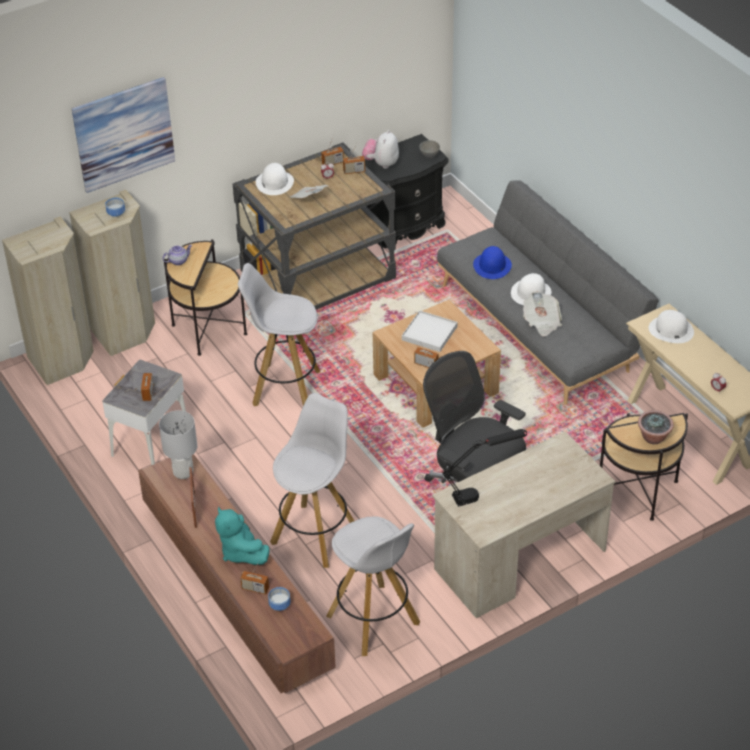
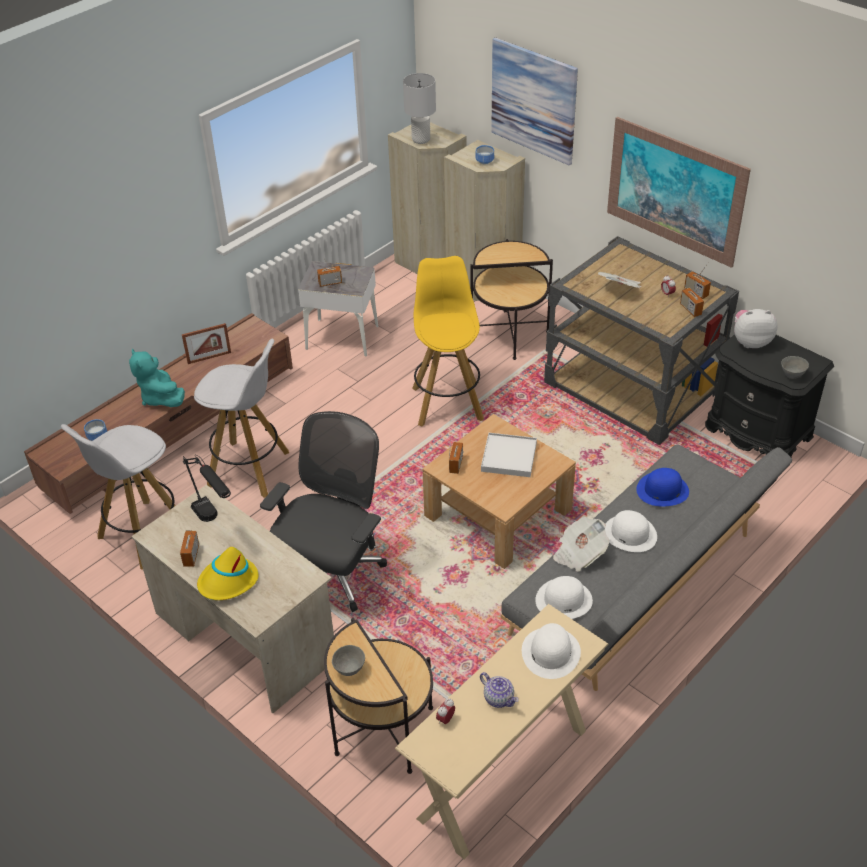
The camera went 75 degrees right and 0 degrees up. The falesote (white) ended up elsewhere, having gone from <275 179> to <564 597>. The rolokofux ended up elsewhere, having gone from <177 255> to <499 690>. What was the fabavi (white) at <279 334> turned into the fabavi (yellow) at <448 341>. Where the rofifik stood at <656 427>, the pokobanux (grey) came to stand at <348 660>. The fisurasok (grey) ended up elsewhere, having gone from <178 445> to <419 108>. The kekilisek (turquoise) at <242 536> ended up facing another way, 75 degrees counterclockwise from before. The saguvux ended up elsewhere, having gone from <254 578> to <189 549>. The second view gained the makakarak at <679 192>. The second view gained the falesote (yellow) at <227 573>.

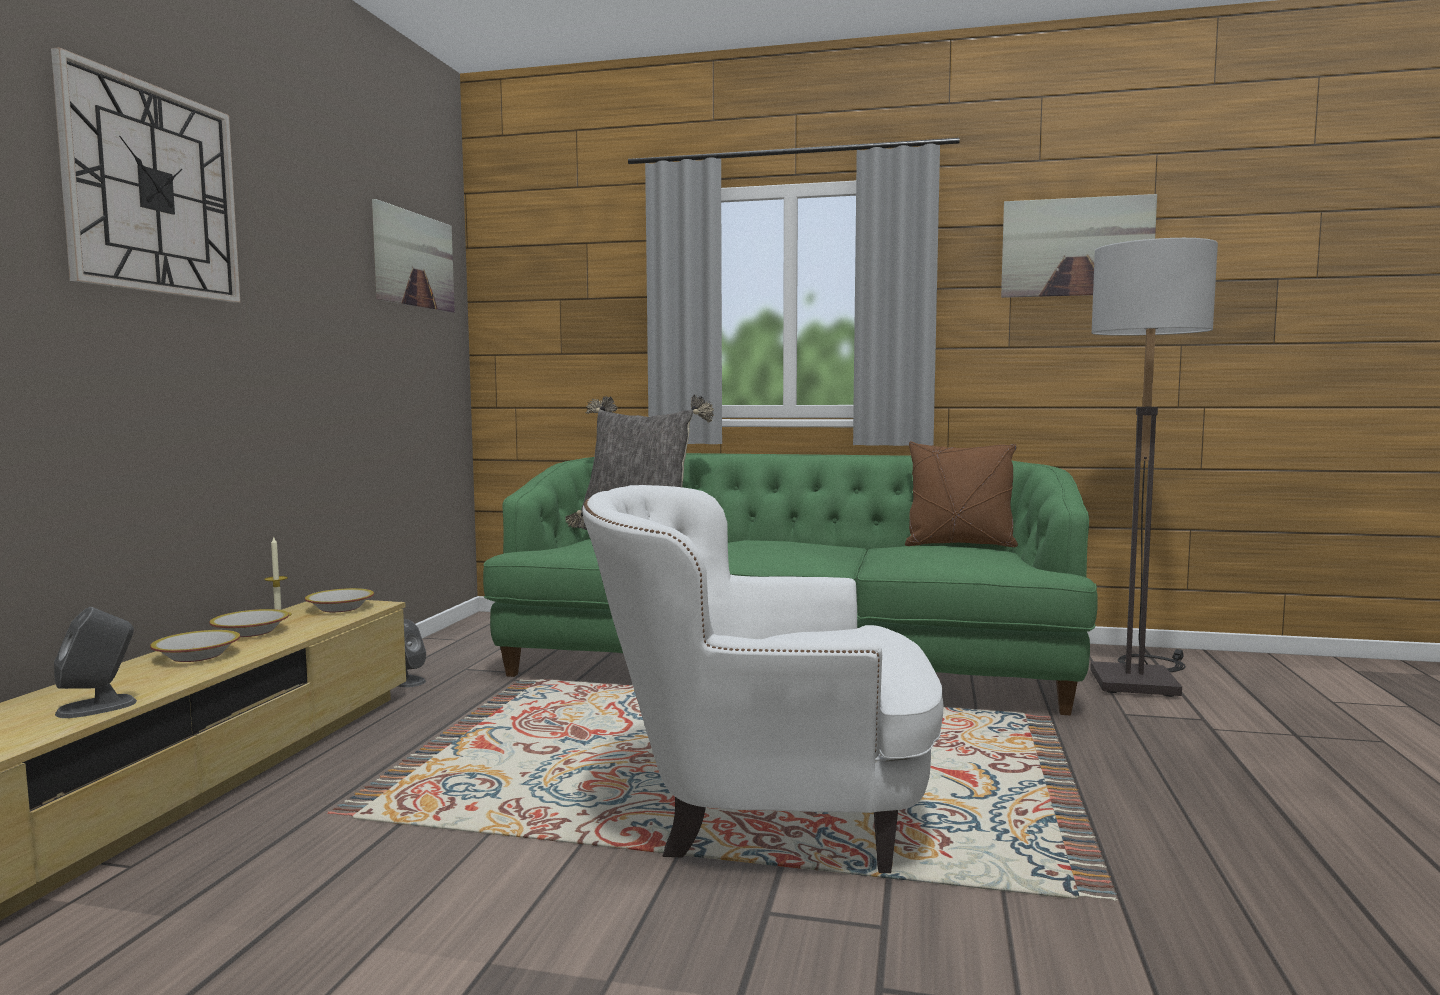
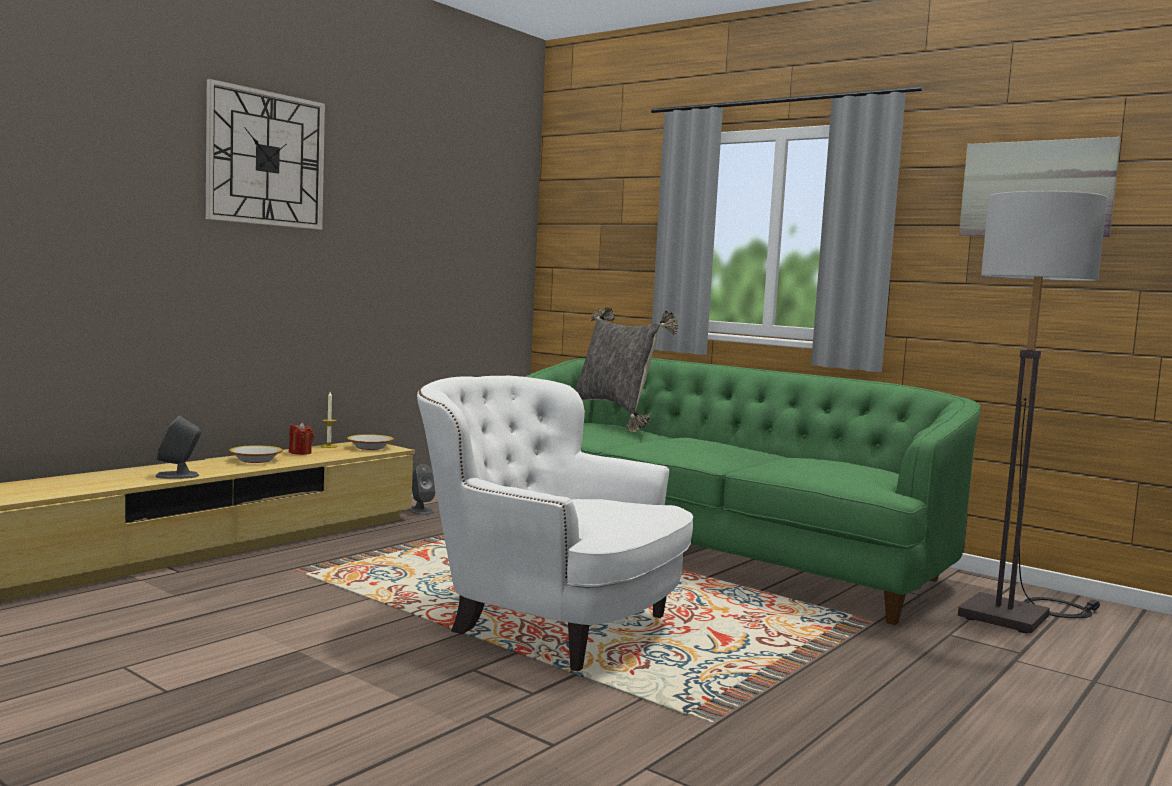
The camera went 25 degrees right and 0 degrees up. The second view lost the makakarak at <413 256>. The second view lost the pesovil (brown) at <961 494>. Where the pokobanux stood at <249 623>, the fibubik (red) came to stand at <301 438>.

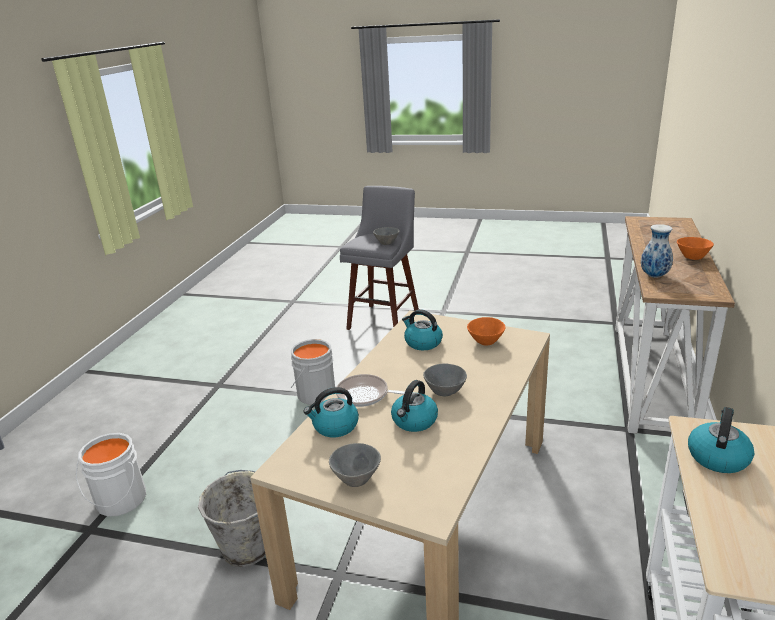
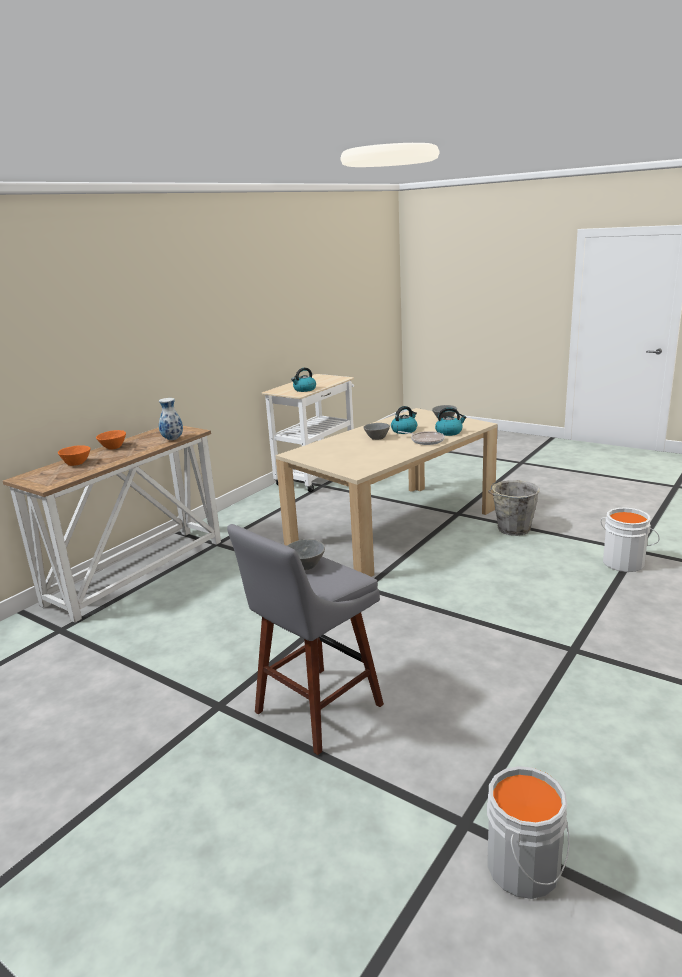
The camera went 160 degrees left and 5 degrees down. The second view lost the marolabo at <422 329>. The pokobanux (orange) ended up elsewhere, having gone from <486 331> to <74 455>. The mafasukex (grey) ended up elsewhere, having gone from <313 372> to <528 832>.

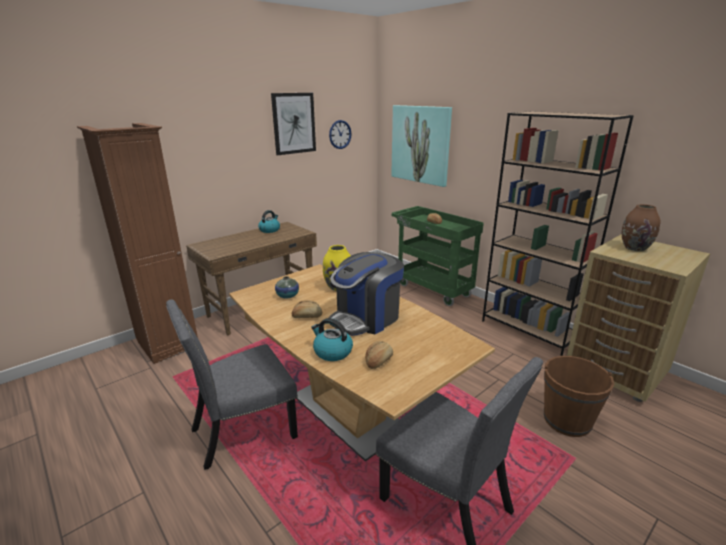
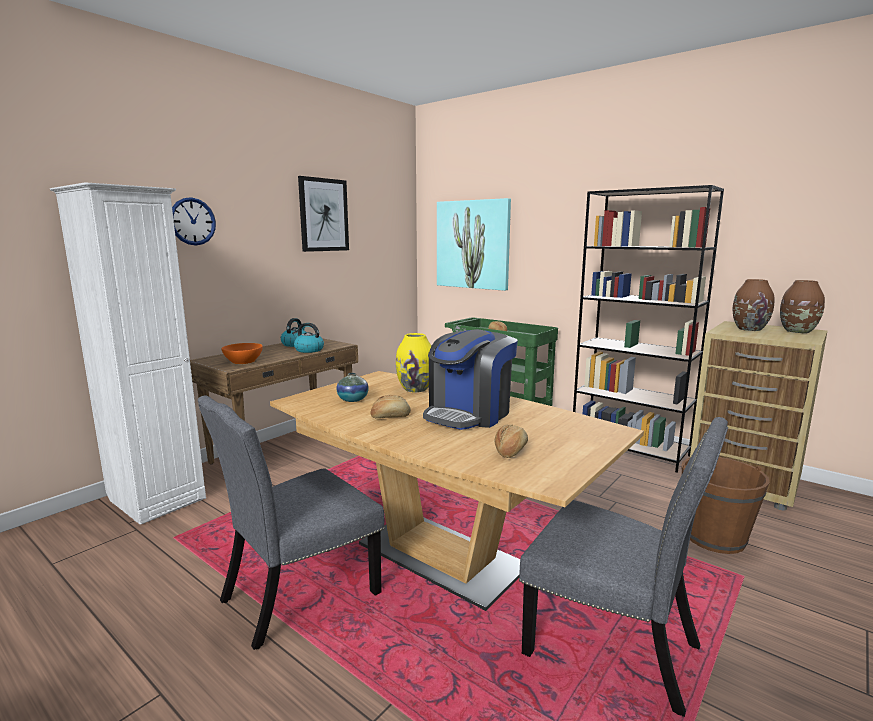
The camera went 10 degrees left and 10 degrees down. The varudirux ended up elsewhere, having gone from <340 134> to <194 221>. What was the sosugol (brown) at <137 243> turned into the sosugol (white) at <128 354>. The marolabo ended up elsewhere, having gone from <332 339> to <308 338>. The second view gained the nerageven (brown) at <802 306>. The second view gained the pokobanux (orange) at <242 353>.

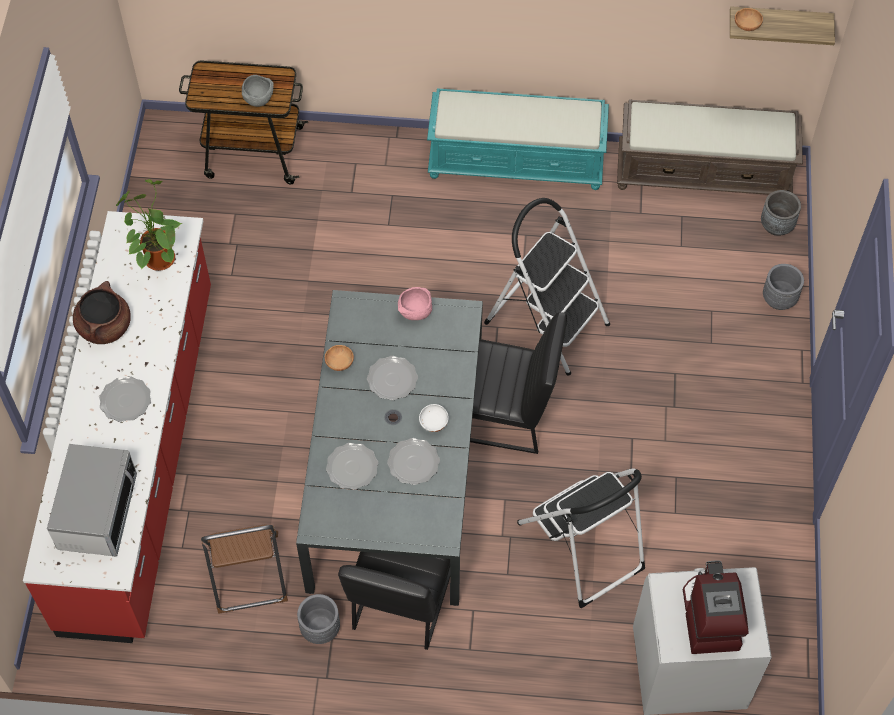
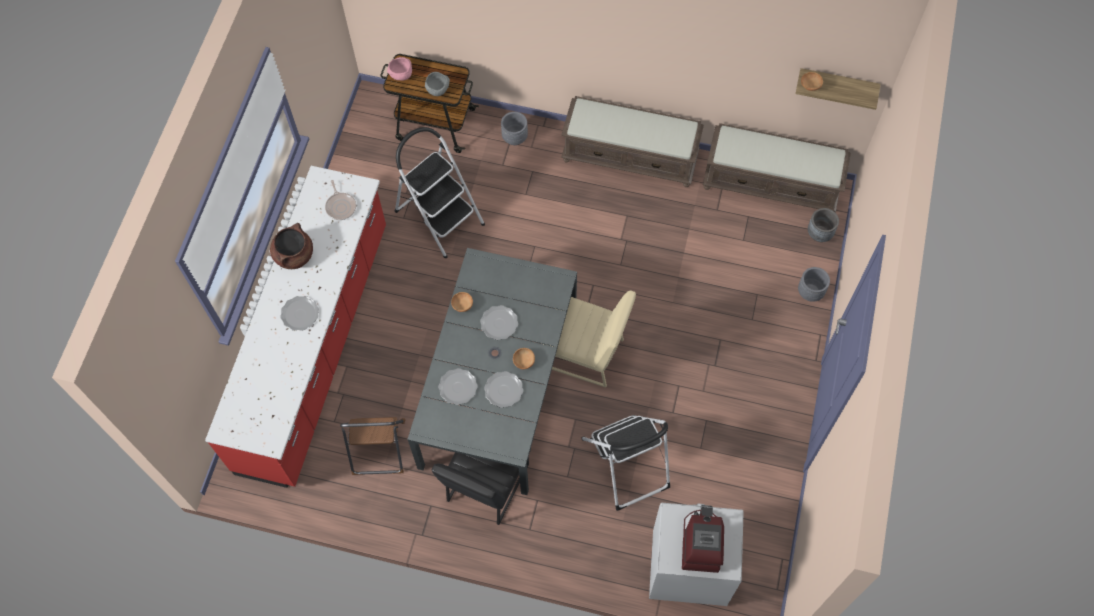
The camera went 10 degrees right and 5 degrees up. What was the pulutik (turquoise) at <518 139> turned into the pulutik (brown) at <632 141>. Where the rofifik stood at <149 225>, the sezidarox came to stand at <340 200>. The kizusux ended up elsewhere, having gone from <547 286> to <440 192>. The pokobanux (pink) ended up elsewhere, having gone from <415 303> to <399 68>. What was the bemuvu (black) at <508 383> turned into the bemuvu (beige) at <590 339>. What was the pokobanux (white) at <434 418> turned into the pokobanux (brown) at <524 358>. The second view lost the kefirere at <92 500>. The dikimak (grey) ended up elsewhere, having gone from <318 619> to <514 128>.

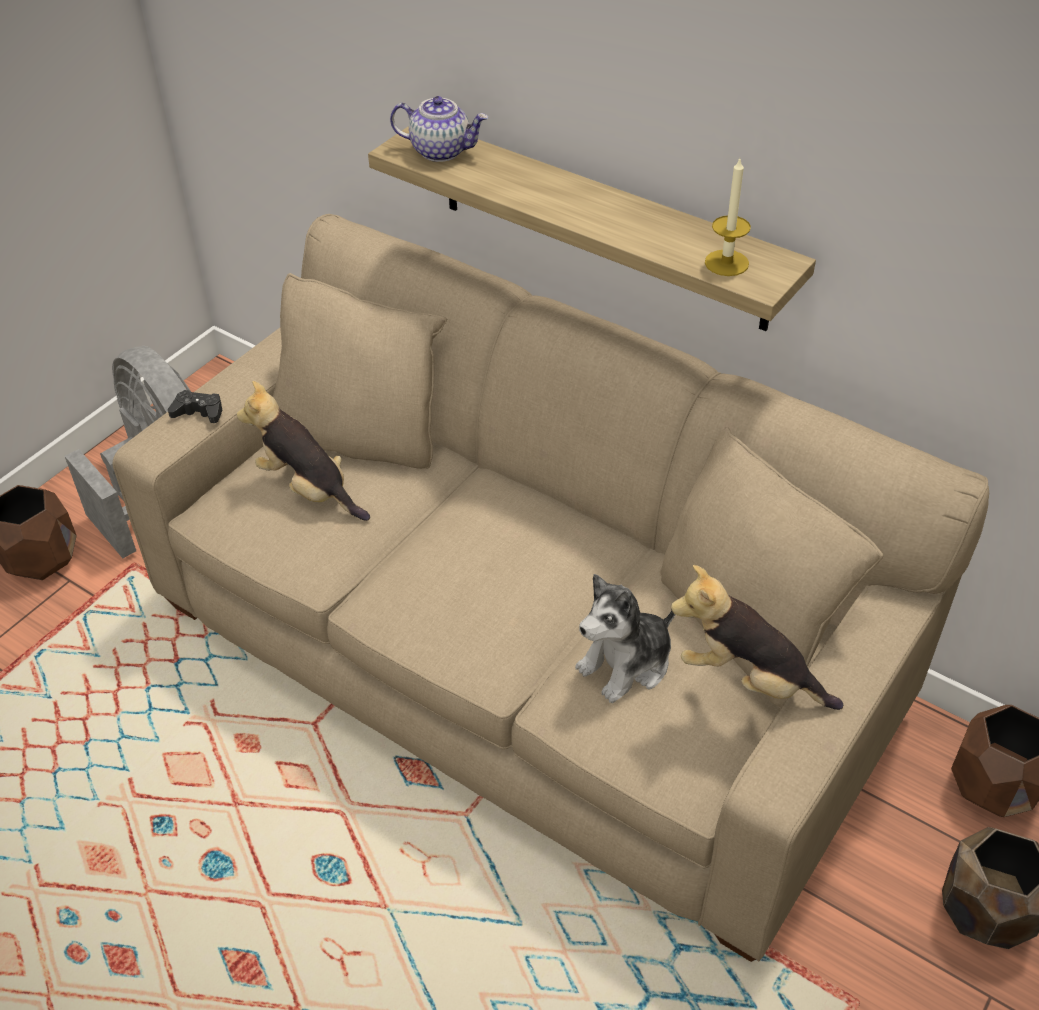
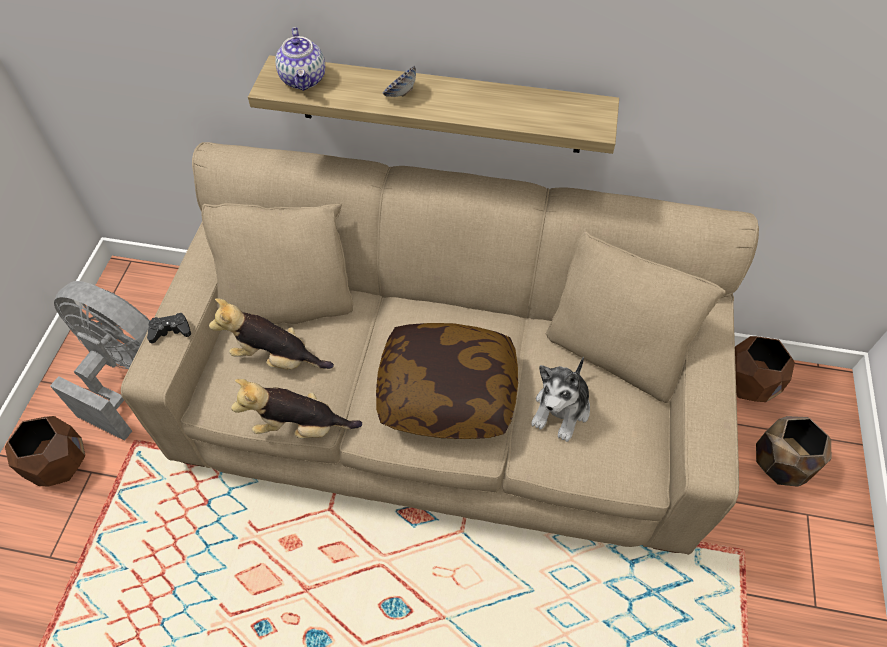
The camera went 25 degrees left and 10 degrees up. The rolokofux at <439 129> ended up facing another way, 90 degrees clockwise from before. The second view lost the fibubik at <728 217>. The kekilisek ended up elsewhere, having gone from <757 637> to <296 408>. The second view gained the pokobanux at <399 81>. The second view gained the pesovil at <447 381>.

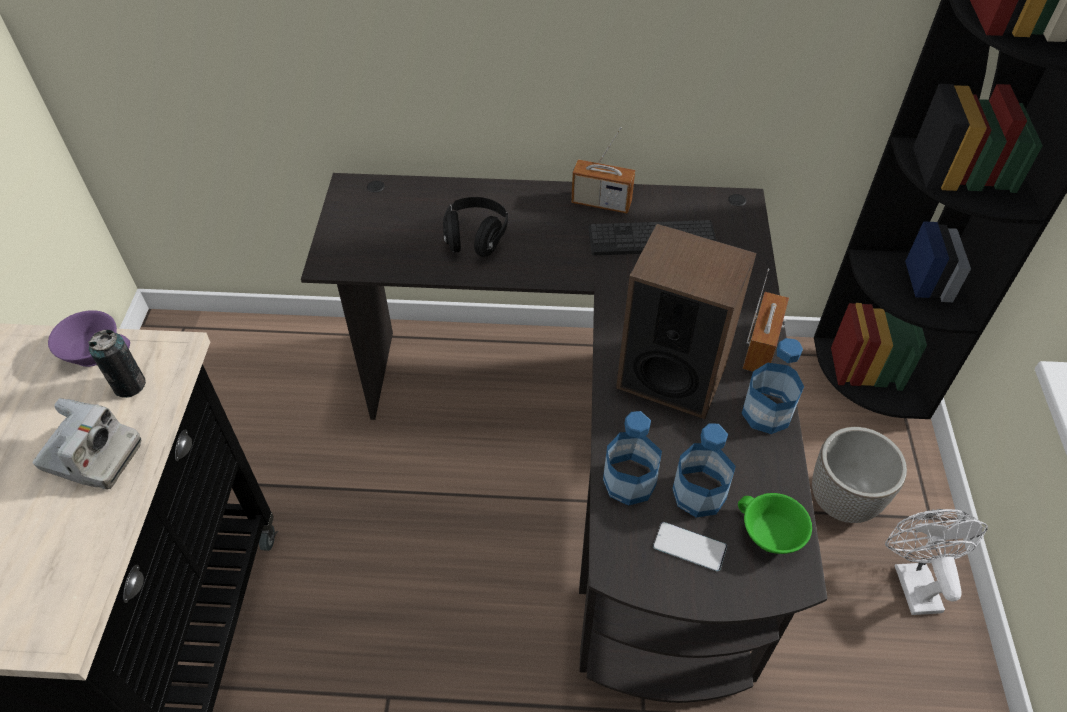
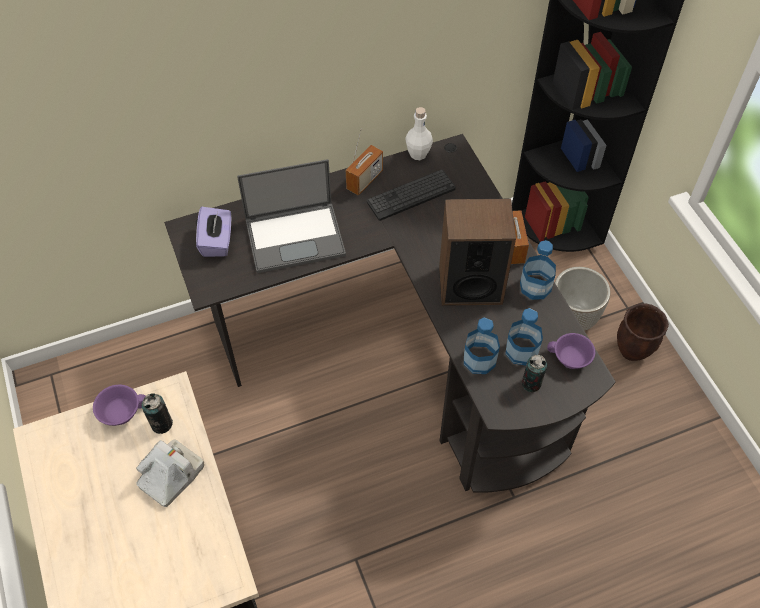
The camera went 25 degrees left and 5 degrees up. The saguvux at <603 170> ended up facing another way, 45 degrees counterclockwise from before. Where the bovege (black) stood at <475 227>, the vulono came to stand at <291 216>. The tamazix at <87 443> ended up facing another way, 45 degrees counterclockwise from before. What was the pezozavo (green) at <775 523> turned into the pezozavo (purple) at <571 351>. Where the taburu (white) stood at <936 562>, the dikimak (brown) came to stand at <643 332>. Where the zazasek stood at <690 547>, the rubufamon came to stand at <534 373>. The second view gained the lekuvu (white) at <419 133>. The second view gained the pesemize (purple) at <213 232>.

